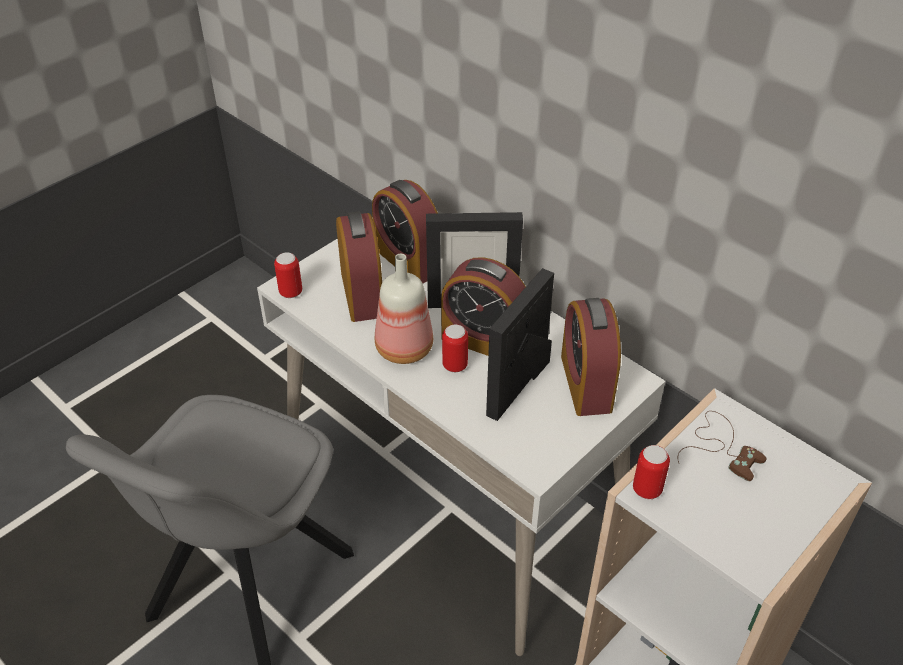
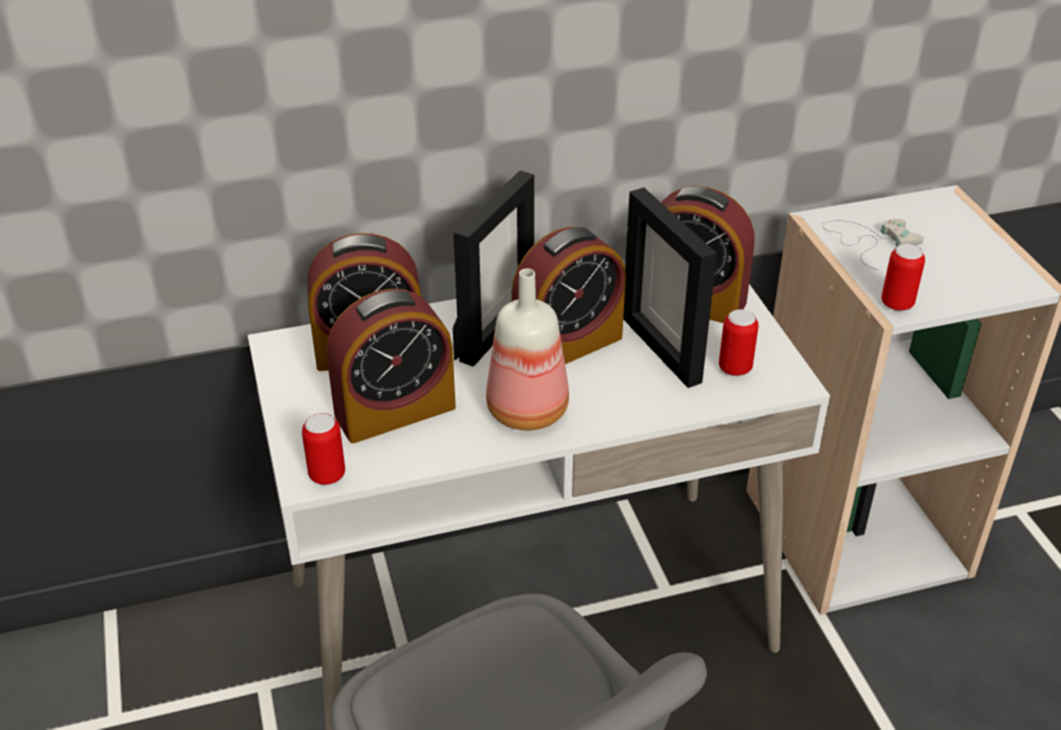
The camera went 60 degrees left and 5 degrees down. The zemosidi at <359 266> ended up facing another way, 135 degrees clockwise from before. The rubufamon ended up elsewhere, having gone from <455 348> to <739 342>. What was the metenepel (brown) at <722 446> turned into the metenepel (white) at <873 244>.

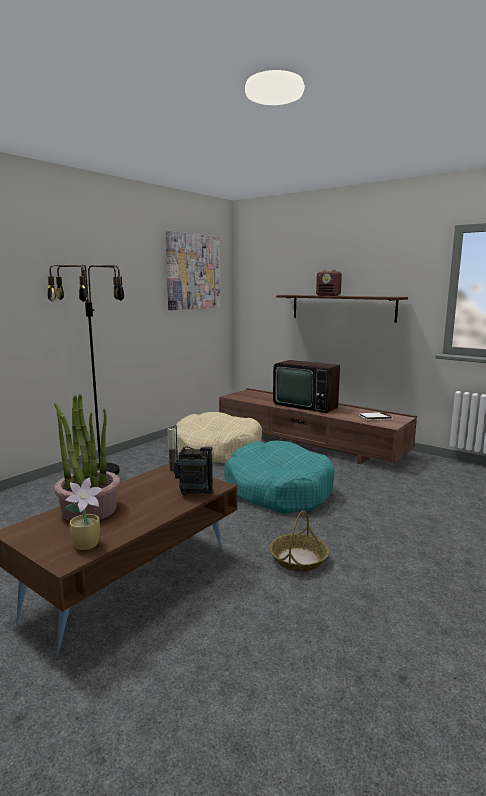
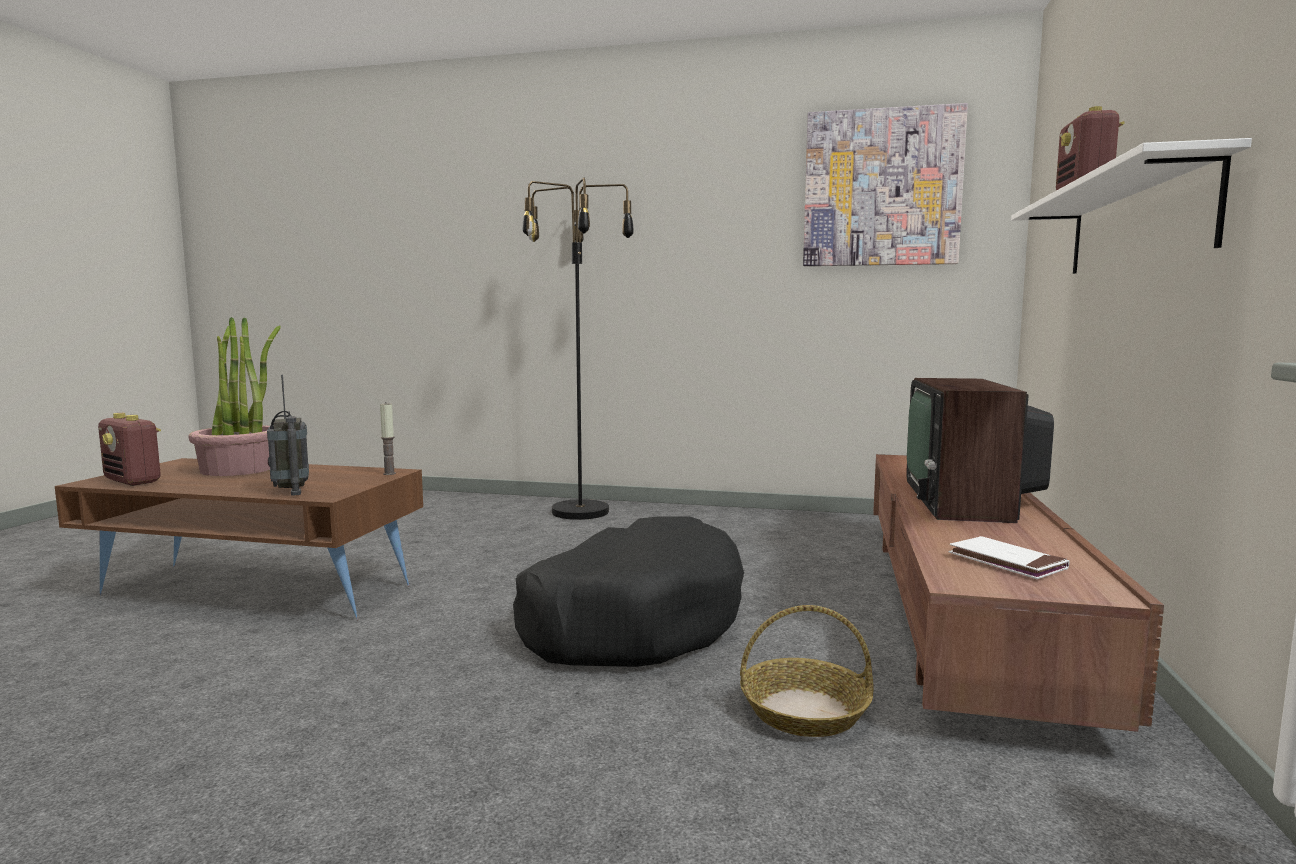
The camera went 65 degrees right and 5 degrees down. What was the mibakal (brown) at <342 309> turned into the mibakal (white) at <1131 206>. The second view lost the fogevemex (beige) at <218 437>. What was the fogevemex (turquoise) at <279 477> turned into the fogevemex (black) at <628 591>. Where the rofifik stood at <84 514>, the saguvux came to stand at <129 449>. The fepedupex ended up elsewhere, having gone from <299 541> to <807 671>.

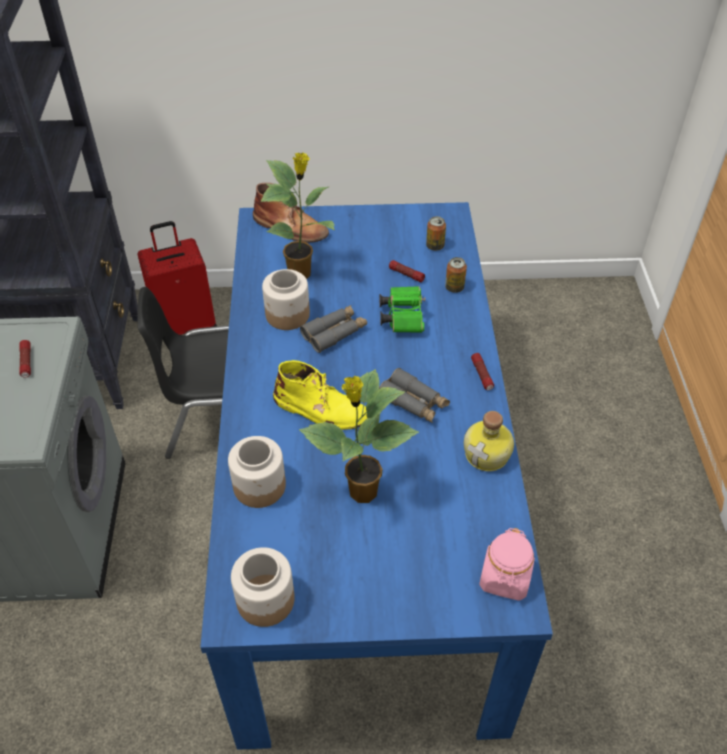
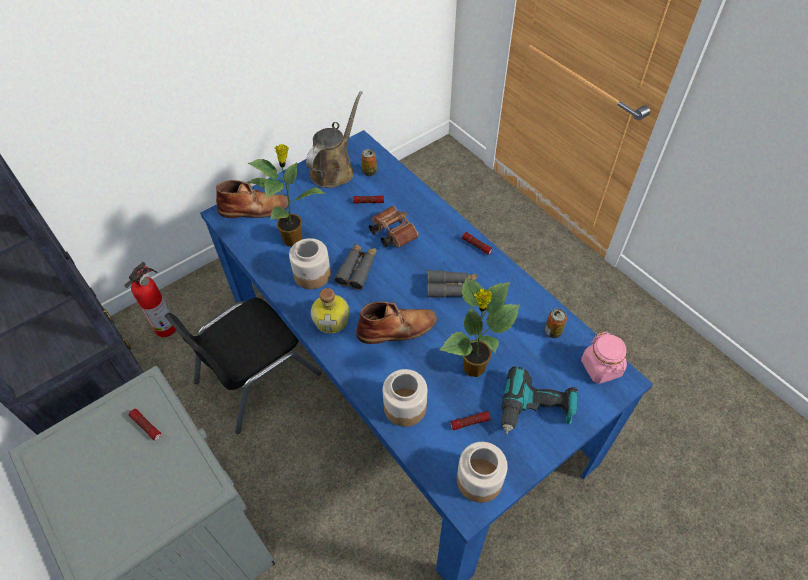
The camera went 35 degrees left and 5 degrees up. Where the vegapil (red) stood at <177 278>, the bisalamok came to stand at <150 299>. The rubufamon ended up elsewhere, having gone from <456 275> to <555 323>. What was the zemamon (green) at <402 309> turned into the zemamon (brown) at <394 227>. What was the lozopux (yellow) at <320 395> turned into the lozopux (brown) at <396 322>. The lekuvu ended up elsewhere, having gone from <489 441> to <330 311>. The second view gained the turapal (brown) at <334 139>. The second view gained the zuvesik at <539 400>. The second view gained the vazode at <470 420>.

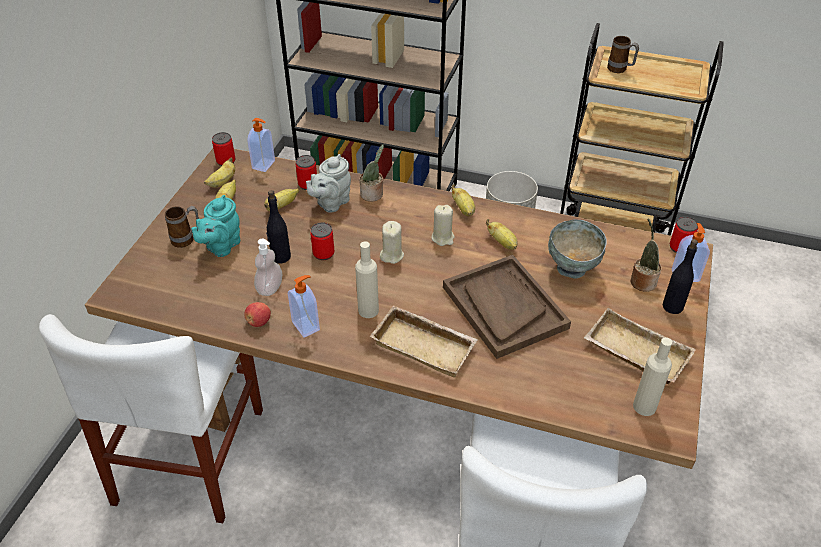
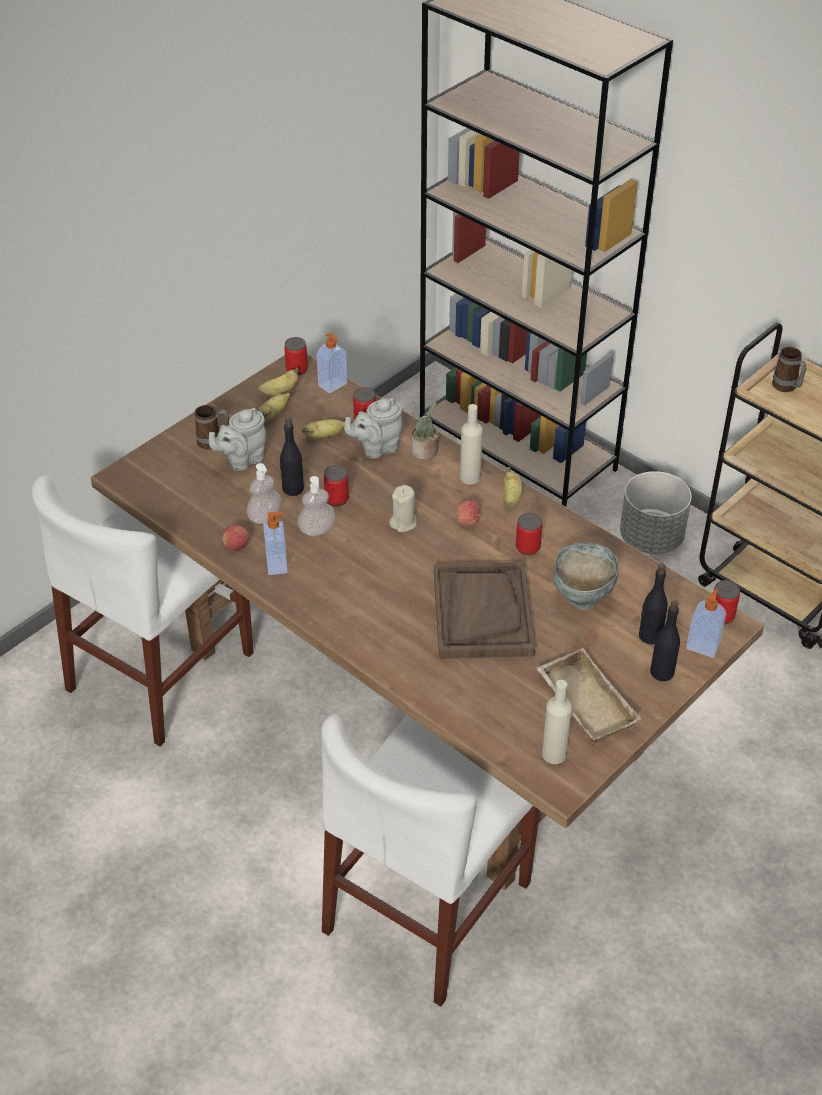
The camera went 25 degrees right and 0 degrees up. What was the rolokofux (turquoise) at <215 226> turned into the rolokofux (grey) at <237 439>. Where the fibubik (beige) stood at <443 225>, the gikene came to stand at <468 513>. Where the rofifik stood at <645 255>, the lekuvu (black) came to stand at <653 603>. Where the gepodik stood at <502 234>, the rubufamon came to stand at <529 534>. The lekuvu (beige) ended up elsewhere, having gone from <367 279> to <471 444>. The second view lost the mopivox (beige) at <424 341>. The second view gained the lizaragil at <316 506>.

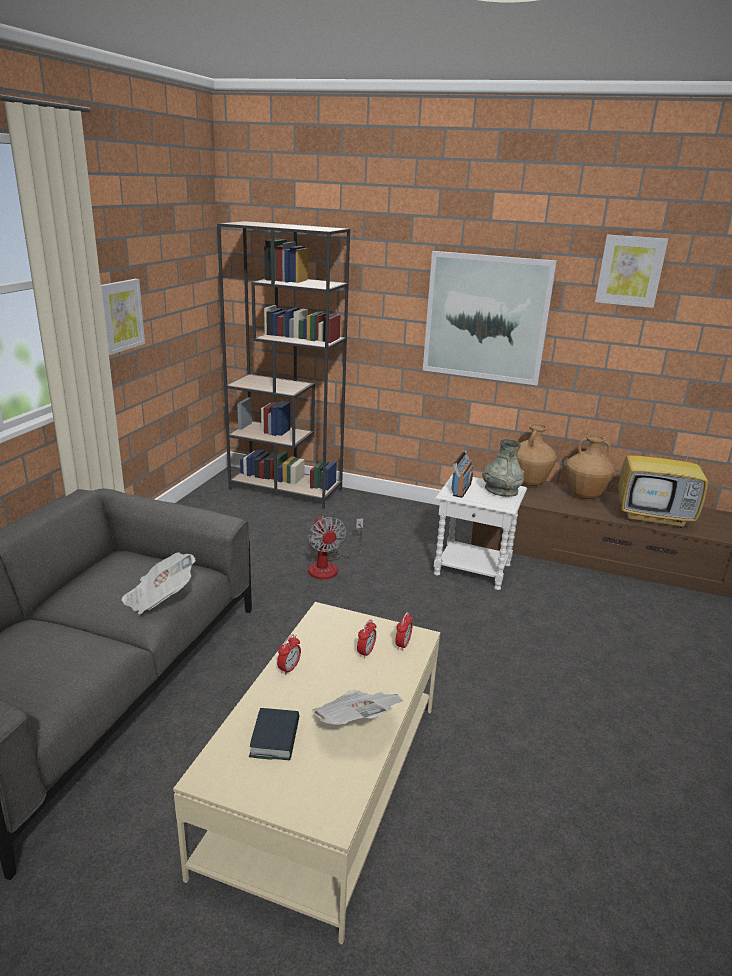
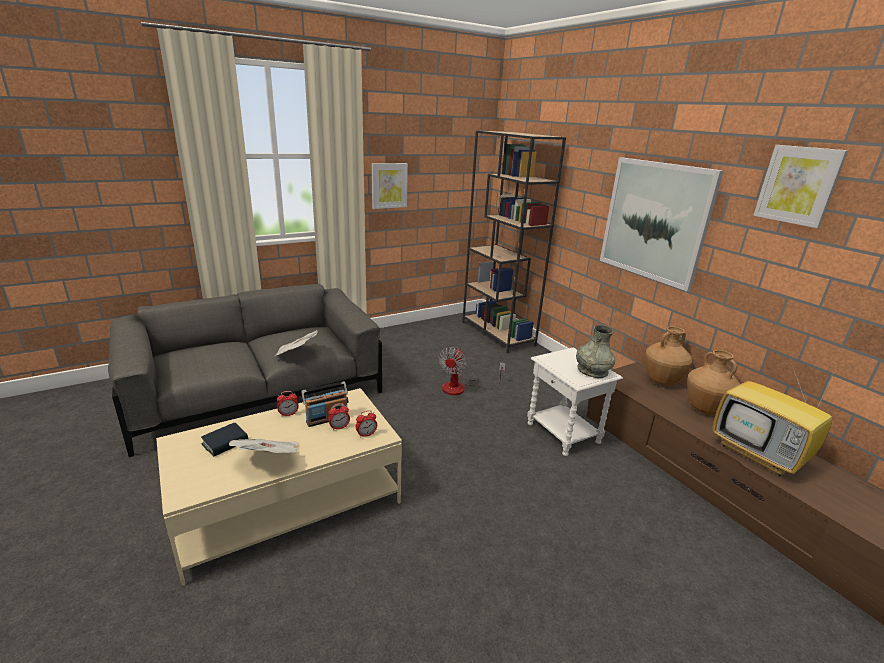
The camera went 40 degrees right and 0 degrees up. The saguvux ended up elsewhere, having gone from <462 474> to <324 404>.

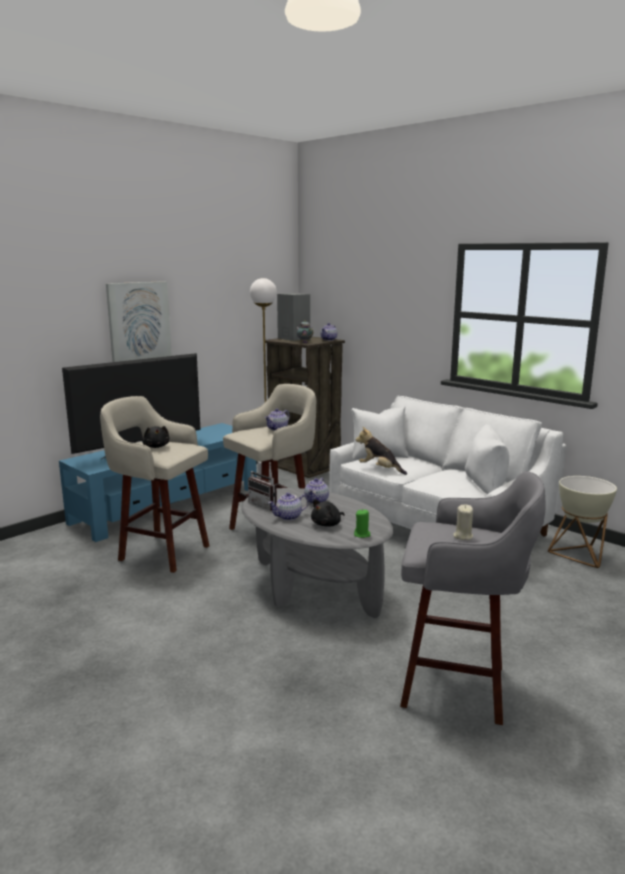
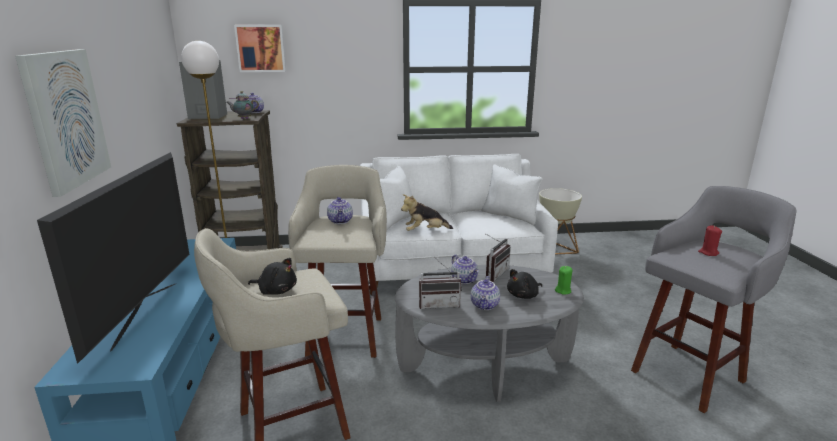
The camera went 50 degrees left and 5 degrees up. The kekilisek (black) at <328 512> ended up facing another way, 60 degrees clockwise from before. What was the fibubik (beige) at <463 522> turned into the fibubik (red) at <710 240>. The second view gained the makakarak at <260 48>. The second view gained the saguvux at <498 258>.

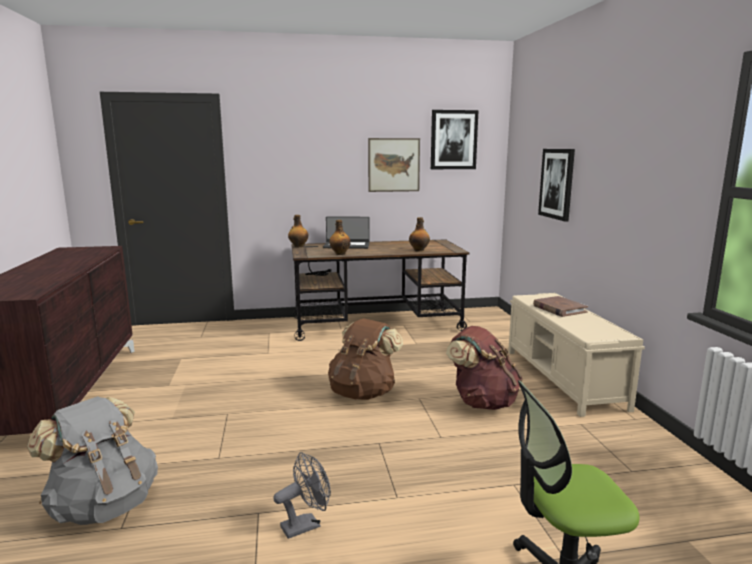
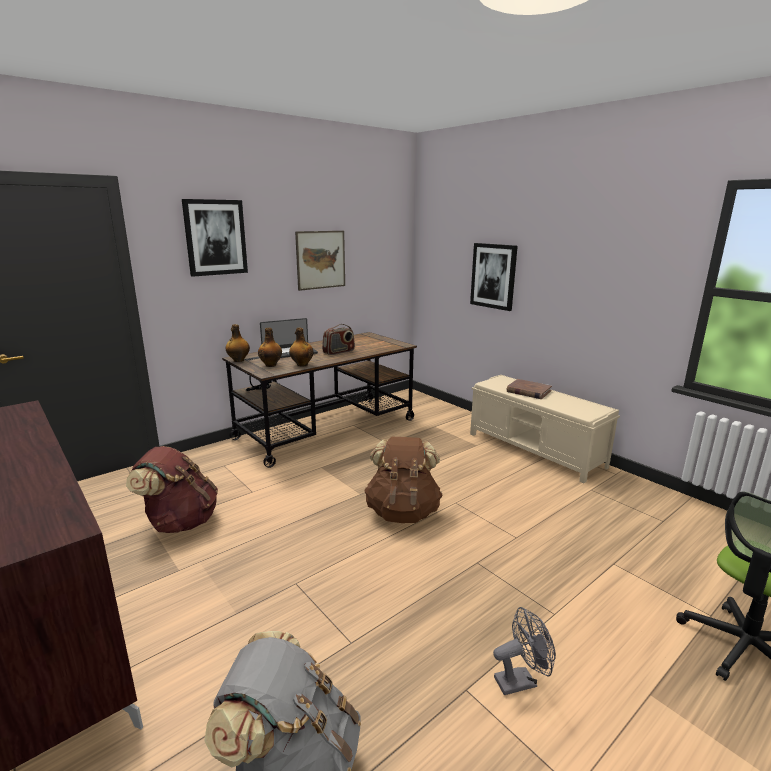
The camera went 30 degrees left and 5 degrees up. The makakarak ended up elsewhere, having gone from <455 139> to <215 238>. The lekuvu ended up elsewhere, having gone from <419 234> to <270 347>. The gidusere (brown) ended up elsewhere, having gone from <484 368> to <172 489>. The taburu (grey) at <302 495> ended up facing another way, 45 degrees clockwise from before. The second view gained the saguvux at <338 339>.

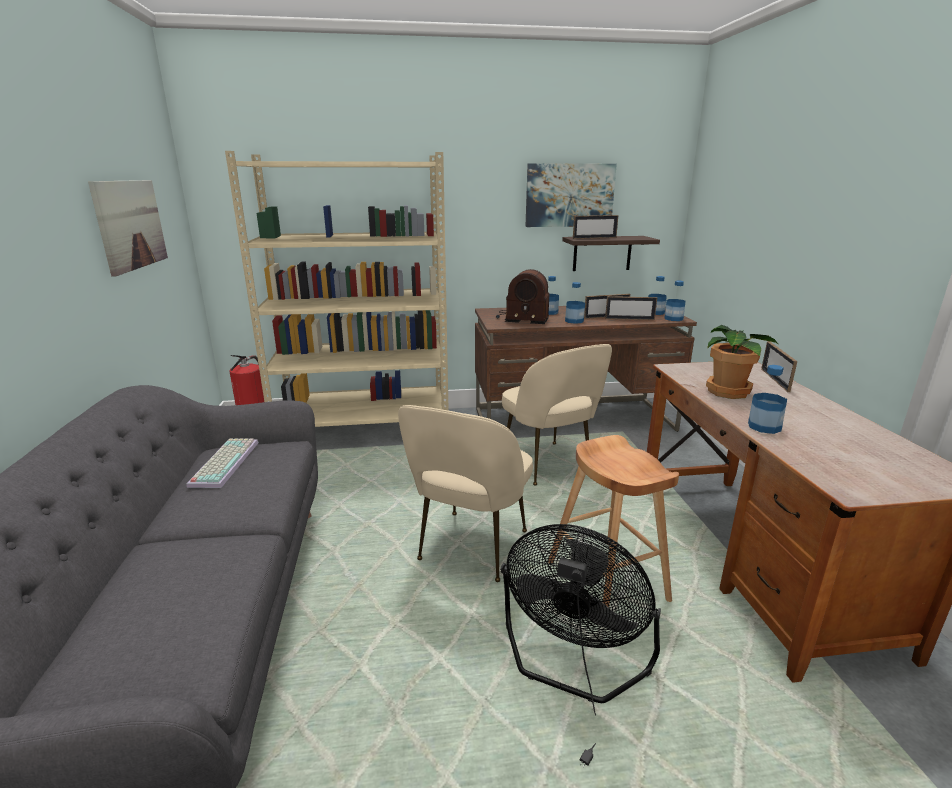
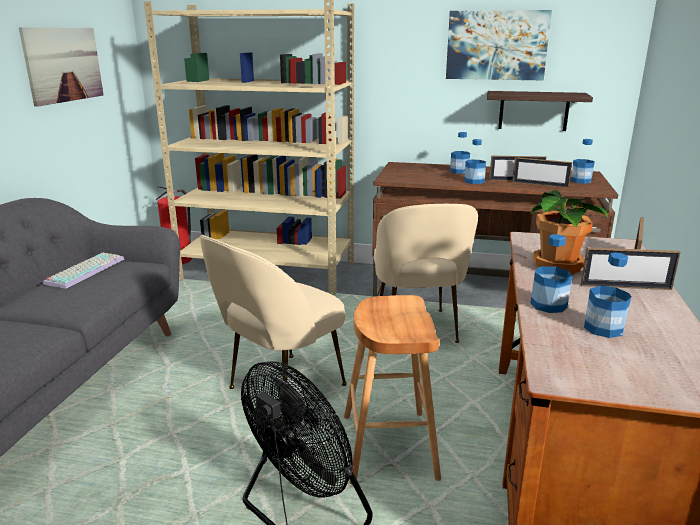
The camera went 20 degrees right and 0 degrees up. The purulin ended up elsewhere, having gone from <595 227> to <630 268>. The second view lost the saguvux at <522 296>. The lekuvu ended up elsewhere, having gone from <674 301> to <607 295>.

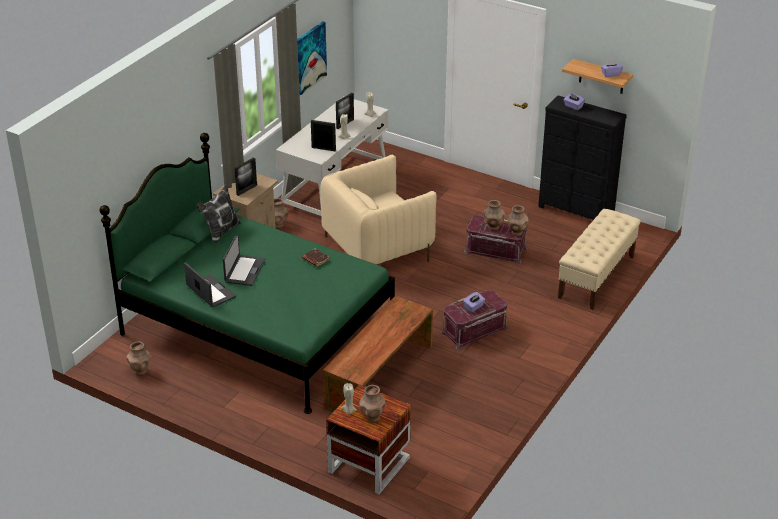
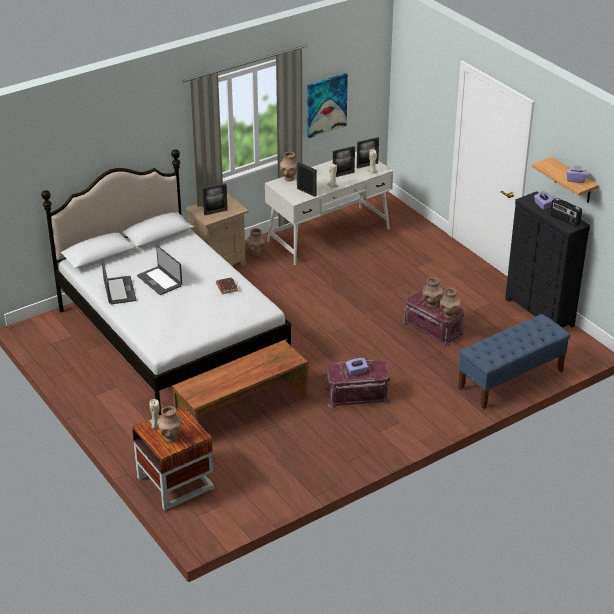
The camera went 25 degrees right and 0 degrees up. What was the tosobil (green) at <247 273> turned into the tosobil (white) at <166 282>. The second view lost the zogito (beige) at <378 209>. The second view lost the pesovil at <218 215>. What was the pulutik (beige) at <599 259> turned into the pulutik (blue) at <514 361>. The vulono at <244 259> ended up facing another way, 105 degrees clockwise from before. The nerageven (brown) ended up elsewhere, having gone from <138 358> to <288 166>. The second view gained the purulin at <368 152>. The second view gained the saguvux at <566 212>.

